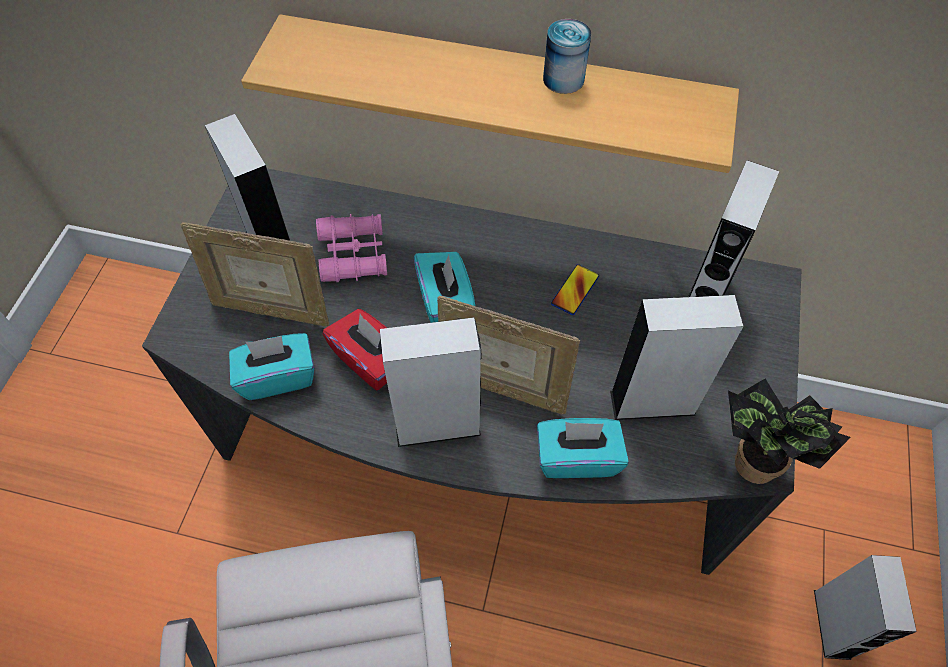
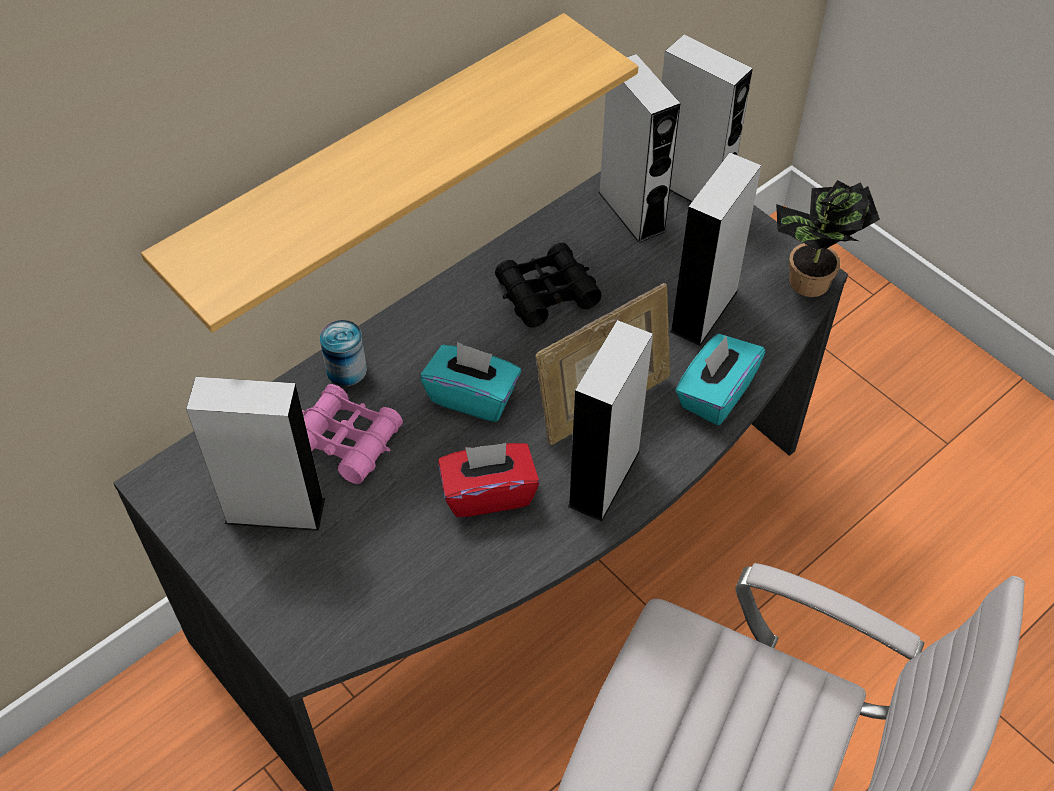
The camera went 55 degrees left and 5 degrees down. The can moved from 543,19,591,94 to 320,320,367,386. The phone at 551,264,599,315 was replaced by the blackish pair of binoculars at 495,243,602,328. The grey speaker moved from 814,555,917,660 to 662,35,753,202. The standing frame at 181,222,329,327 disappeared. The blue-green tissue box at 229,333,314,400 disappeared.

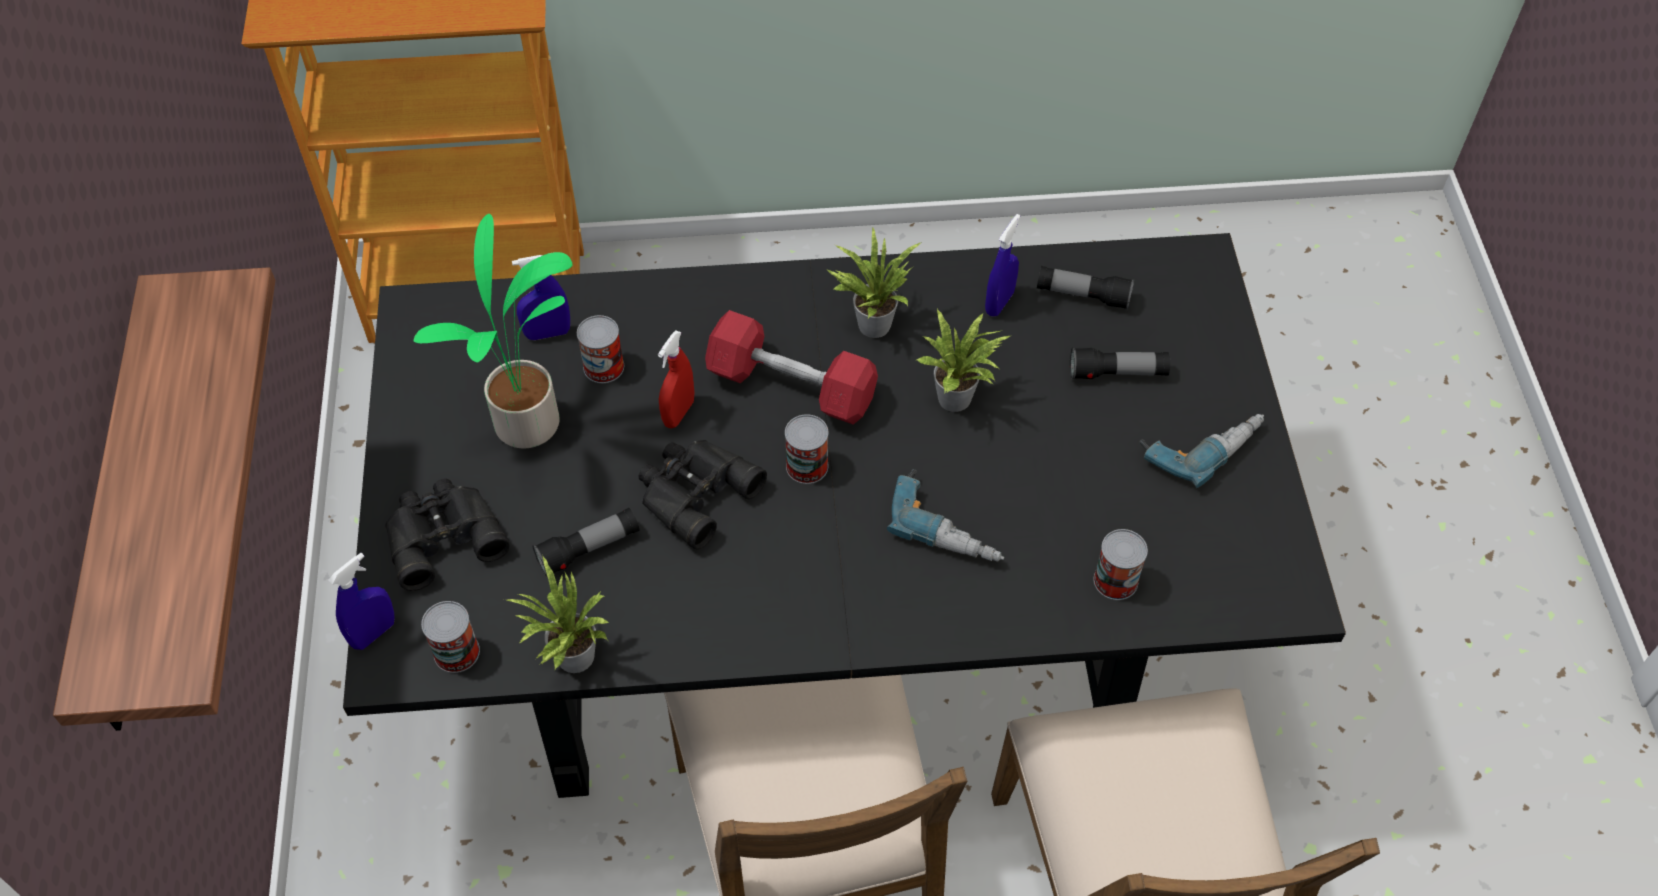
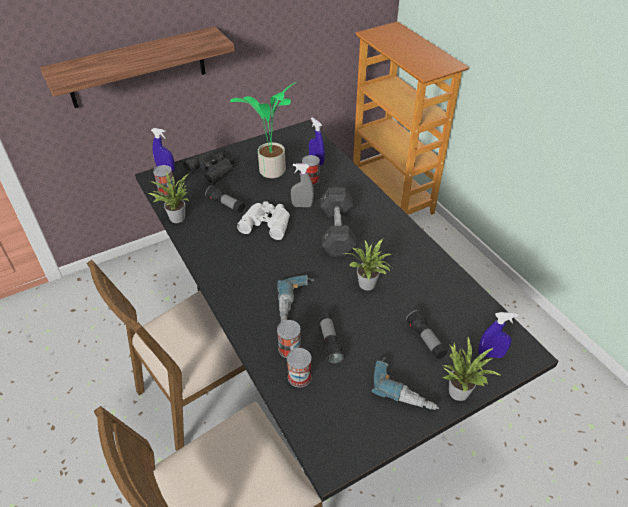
The camera went 65 degrees right and 10 degrees down. The blackish pair of binoculars at 638,440,767,550 became the white pair of binoculars at 237,201,290,240. The can moved from 785,414,829,484 to 277,320,301,358. The reddish spray bottle at 658,331,695,428 became the grey spray bottle at 291,163,314,207. The torch moved from 1037,266,1134,310 to 319,312,345,364. The reddish hand weight at 705,310,878,425 became the grey hand weight at 320,188,357,256. The potted plant moved from 826,228,922,338 to 443,337,502,401. The blue spray bottle moved from 985,214,1020,317 to 478,312,518,358.

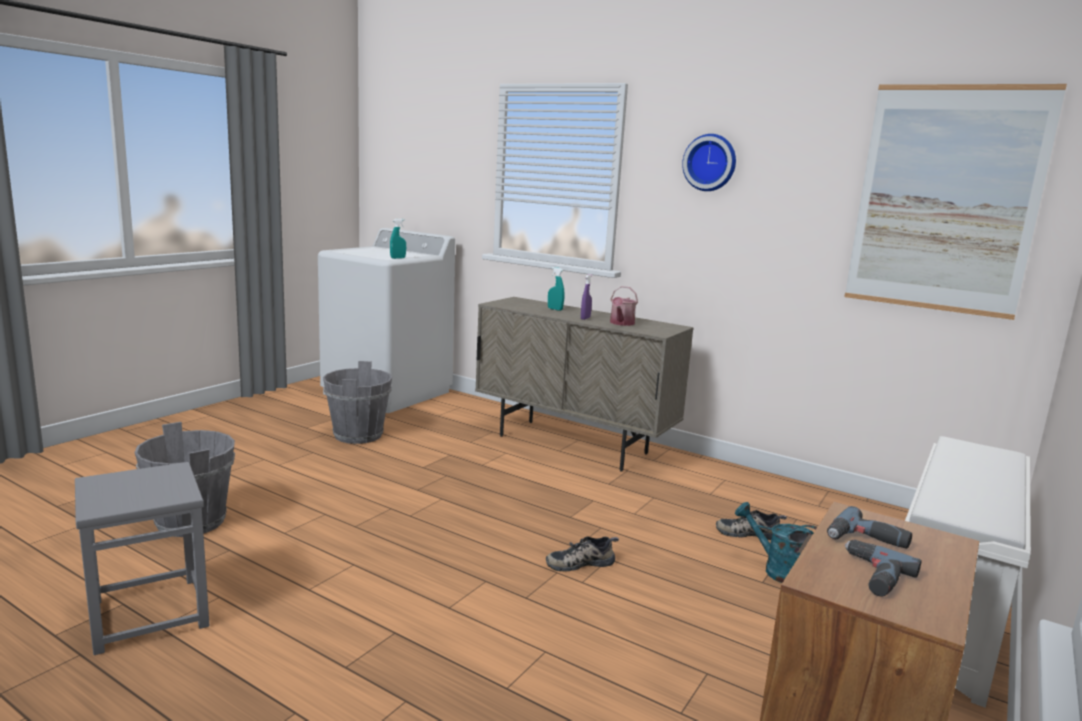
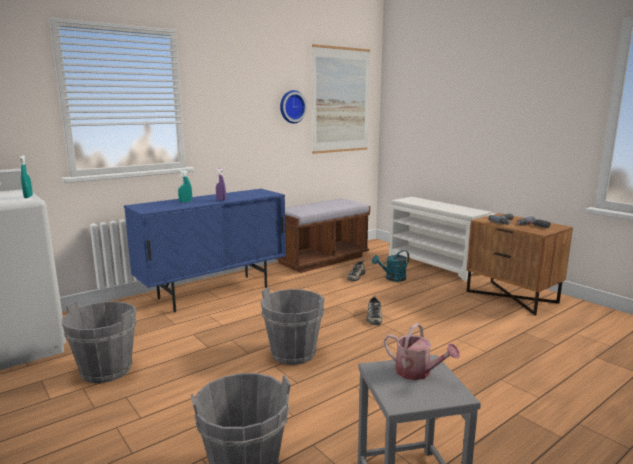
The camera went 70 degrees left and 0 degrees up. The beige cupboard at 475,297,694,472 became the blue cupboard at 124,189,286,313. The grey water bucket at 261,287,325,365 appeared. The brownish long seat at 276,199,370,273 appeared. The clock on the wall moved from 682,134,736,191 to 280,90,307,123. The sprinkling can moved from 610,286,638,326 to 384,323,460,380.

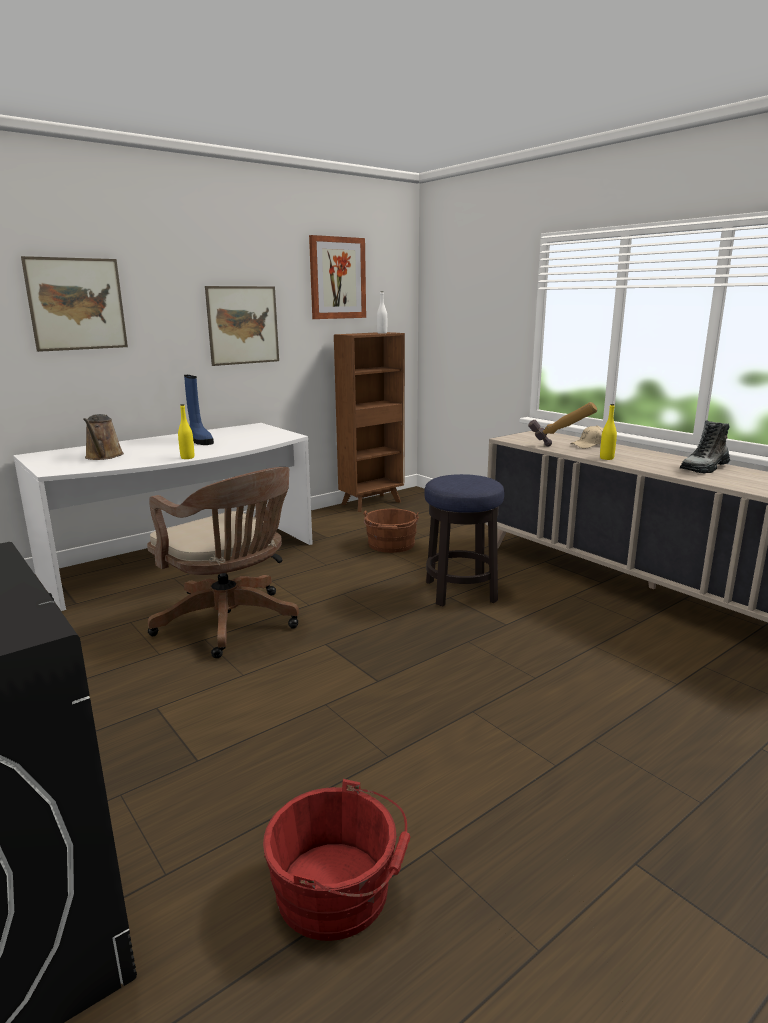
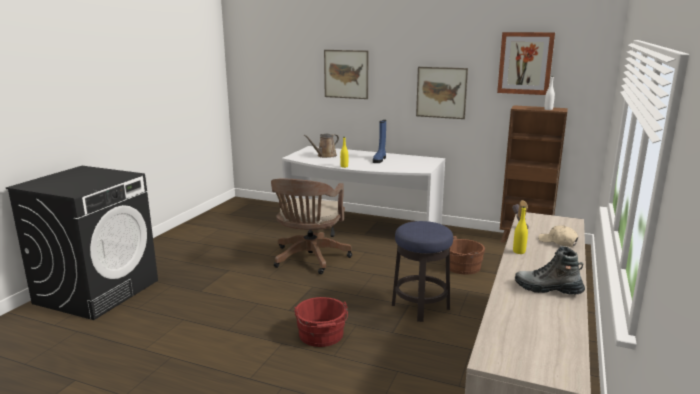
The camera went 60 degrees right and 0 degrees up. The reddish water bucket moved from 263,779,410,941 to 294,297,348,347.

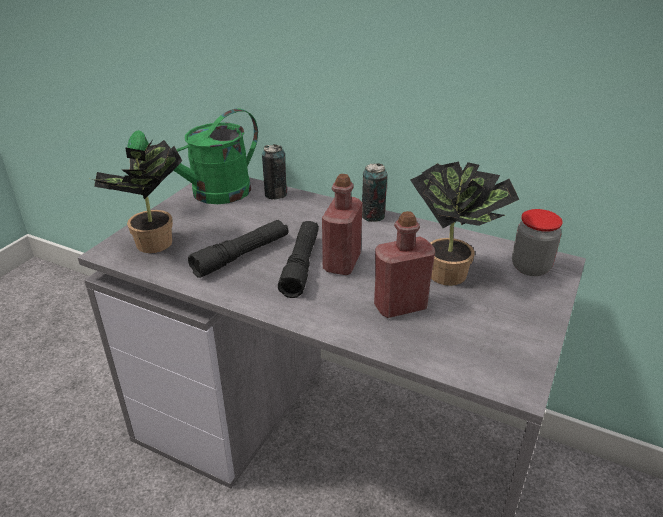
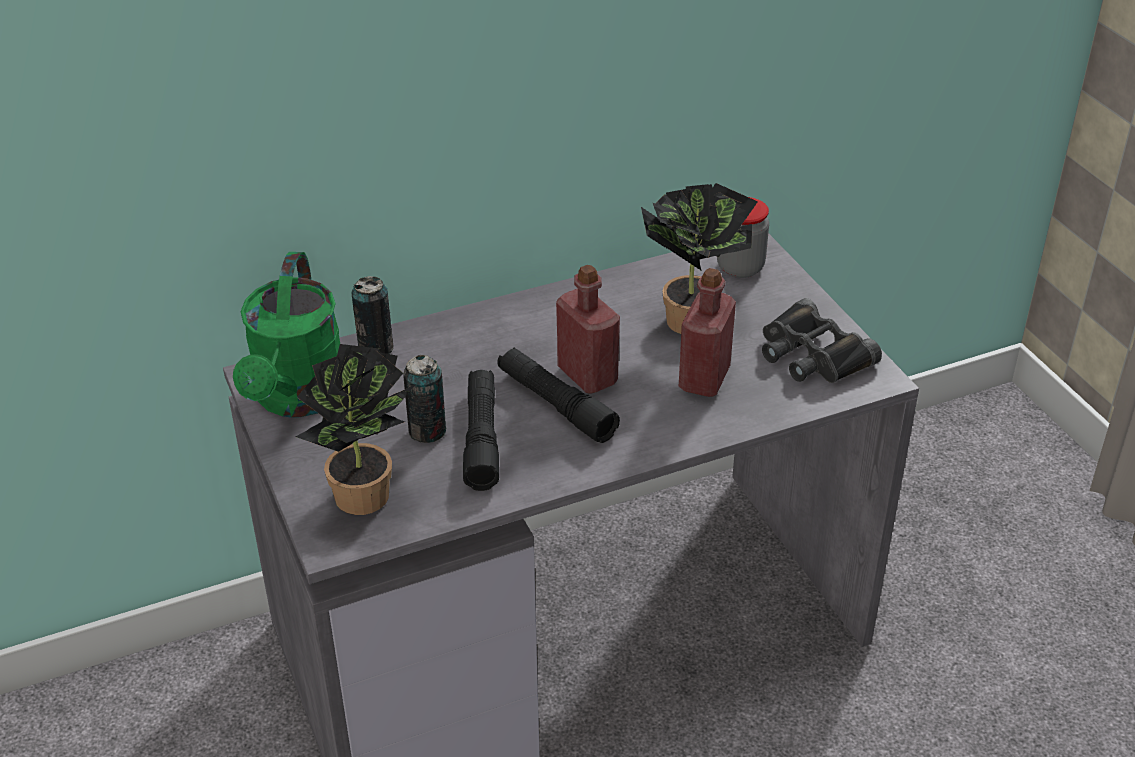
The camera went 50 degrees left and 5 degrees up. The can moved from 362,163,387,222 to 403,355,446,443. The blackish pair of binoculars at 762,298,882,383 appeared.

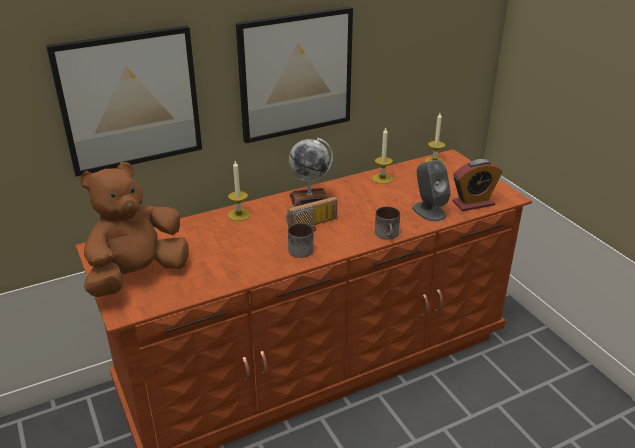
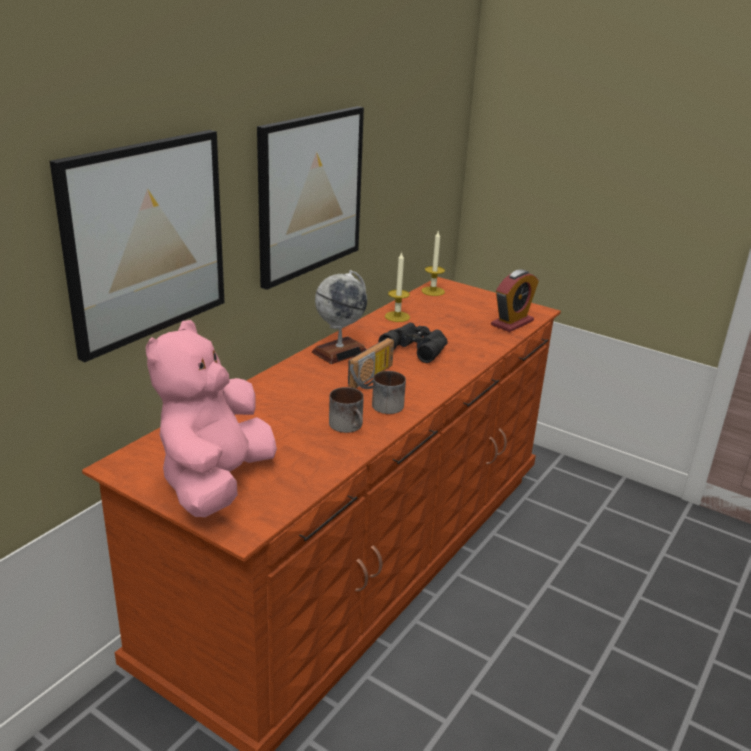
The camera went 30 degrees left and 5 degrees down. The brownish soft toy at 80,162,189,297 became the pink soft toy at 146,320,277,517. The mug moved from 375,206,400,240 to 329,387,364,433. The blackish pair of binoculars at 378,323,447,363 appeared. The wax light at 228,161,251,221 disappeared. The grey speaker at 412,160,451,222 disappeared.

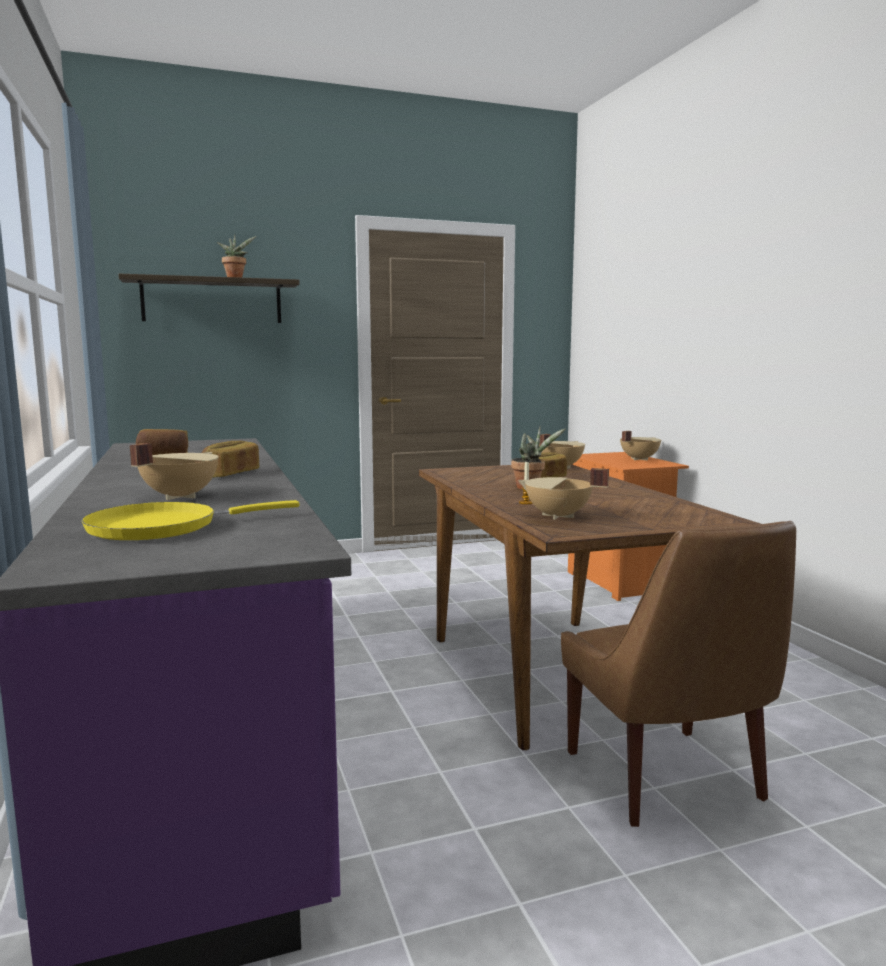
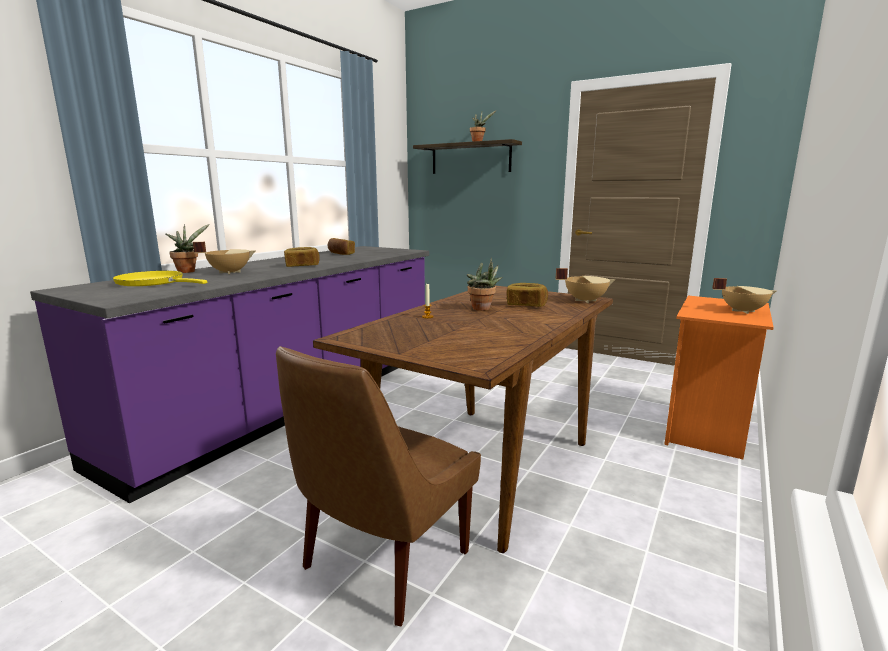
The camera went 50 degrees right and 5 degrees up. The potted plant at 165,224,210,273 appeared. The beige cooking pot at 518,468,609,520 disappeared.

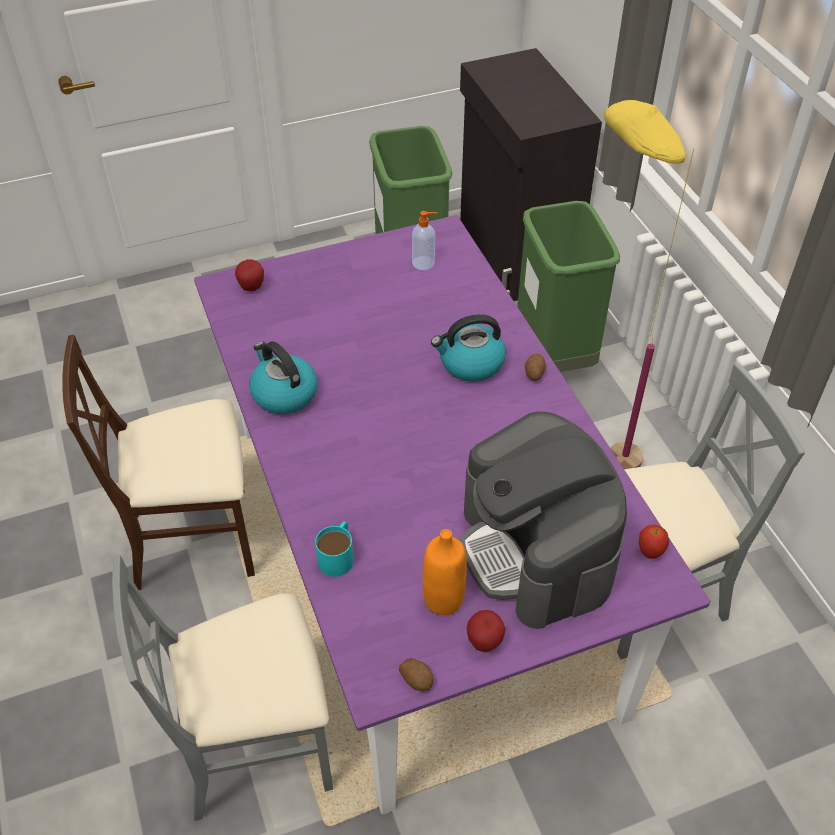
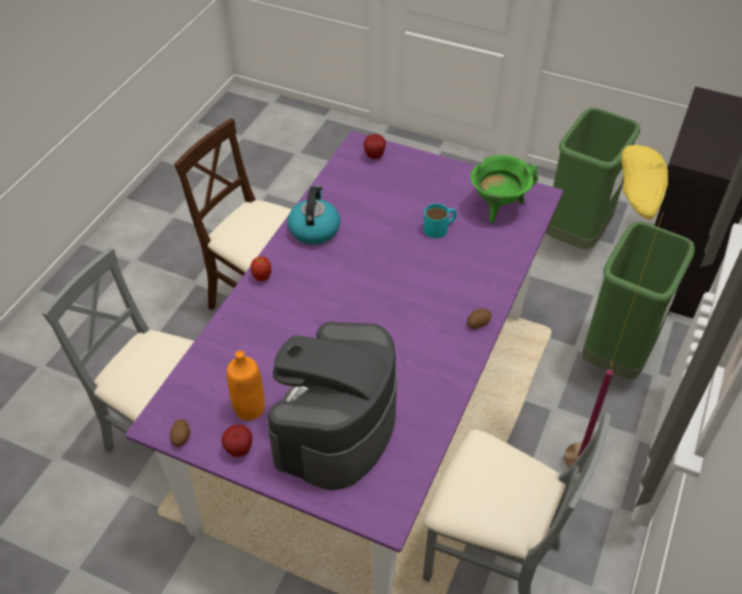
The camera went 45 degrees right and 0 degrees up. The whole apple moved from 639,525,669,559 to 250,256,271,281. The blue-green mug moved from 315,521,354,577 to 424,204,457,238. The liquid soap bottle at 412,211,438,270 was replaced by the greenish cooking pot at 471,155,538,223. The kettle at 431,314,506,382 disappeared.

